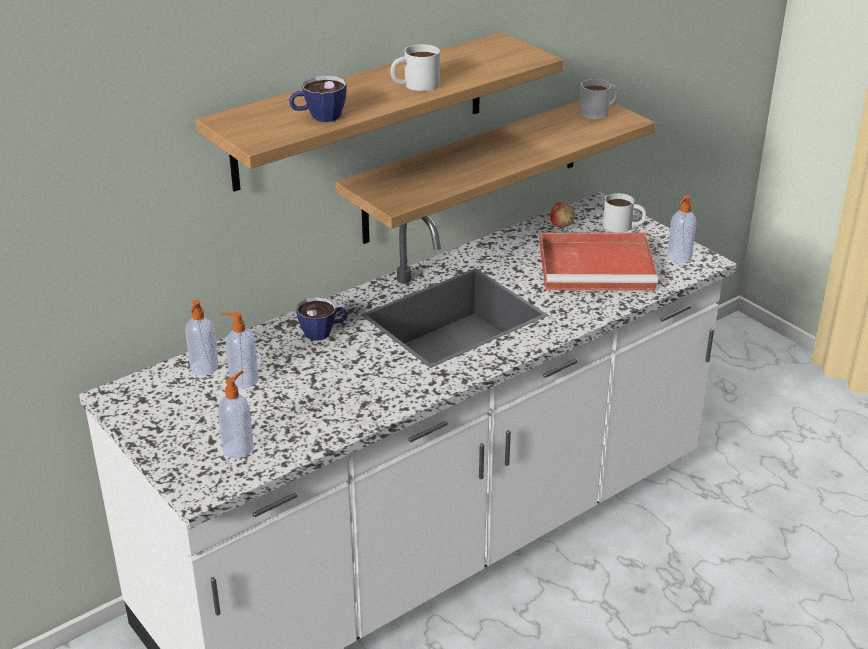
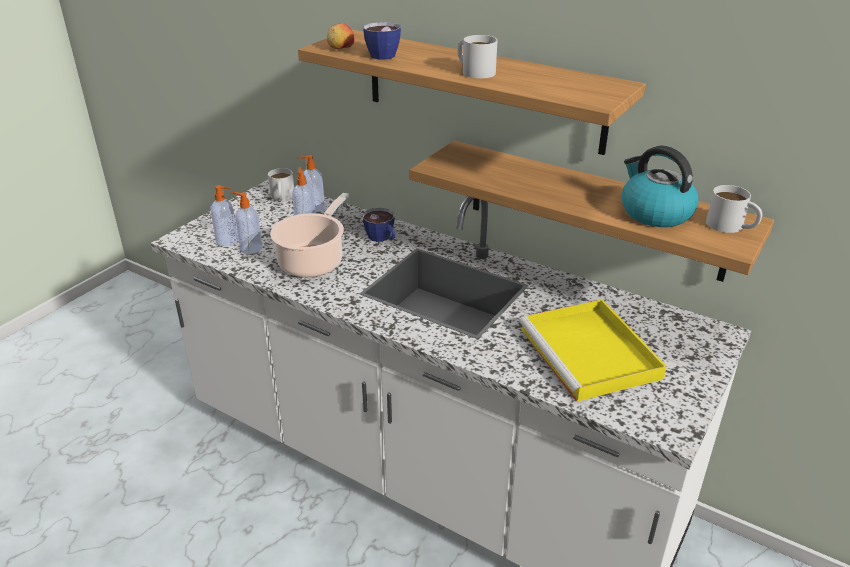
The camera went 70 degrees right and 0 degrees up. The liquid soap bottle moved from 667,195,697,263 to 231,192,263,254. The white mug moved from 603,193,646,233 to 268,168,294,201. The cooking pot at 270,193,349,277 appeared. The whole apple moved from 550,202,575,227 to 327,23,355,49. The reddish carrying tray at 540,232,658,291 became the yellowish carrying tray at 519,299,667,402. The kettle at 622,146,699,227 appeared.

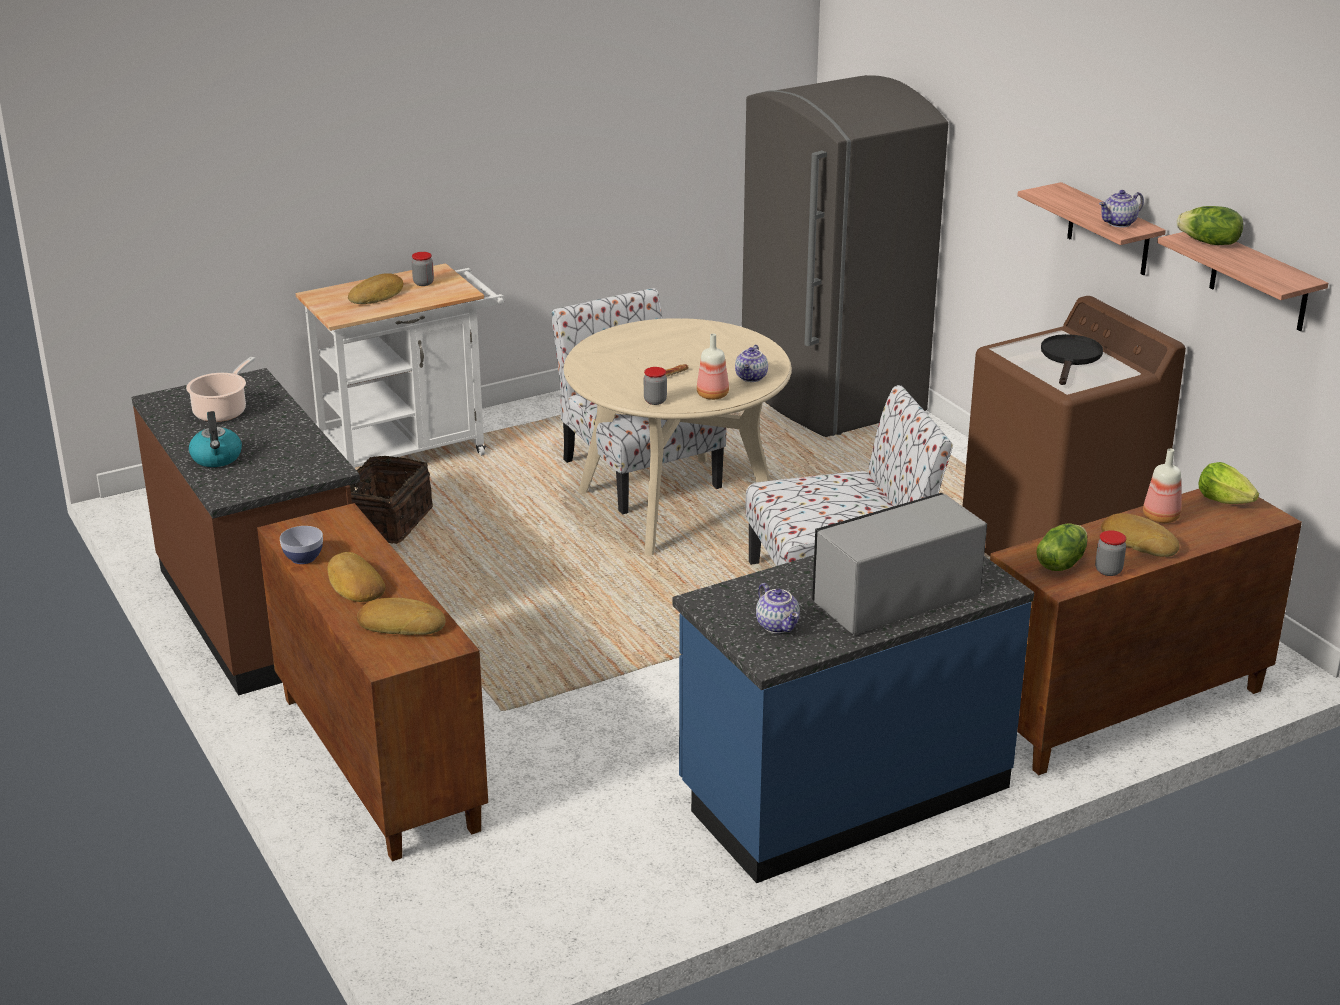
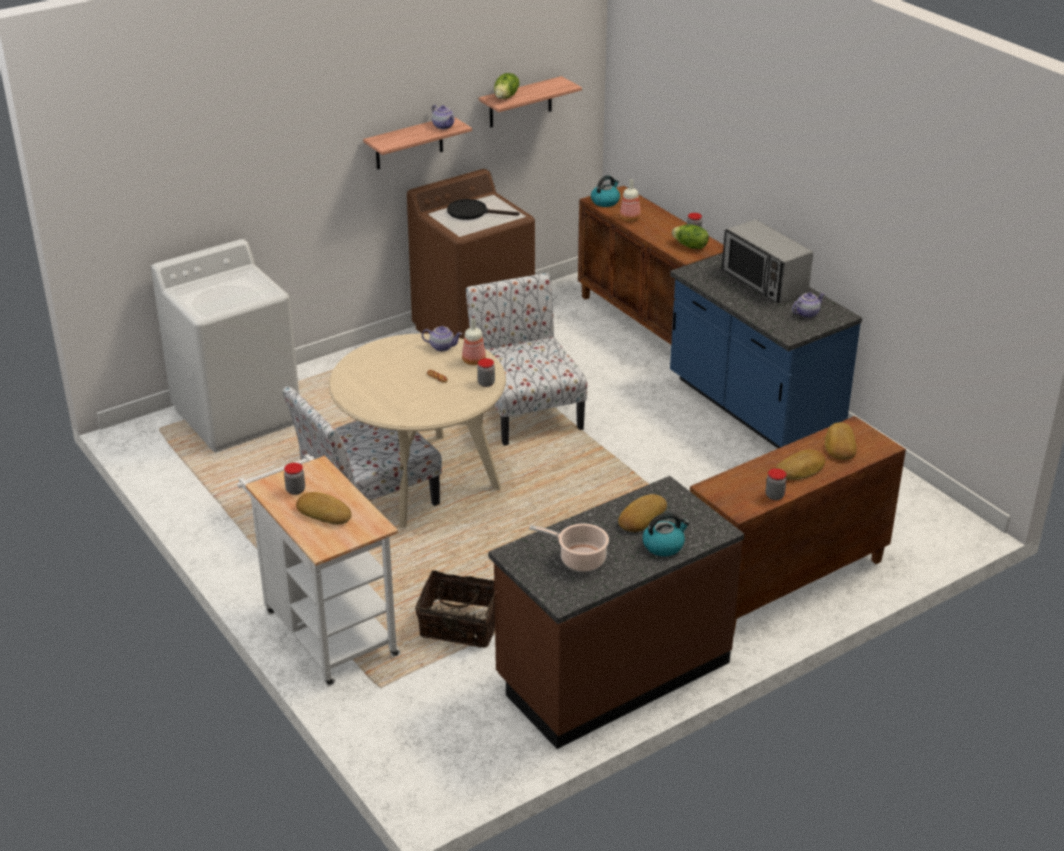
The camera went 95 degrees left and 5 degrees up. The grey refrigerator at 742,75,948,437 was replaced by the white laundry appliance at 151,239,299,452. The lettuce at 1199,462,1259,504 was replaced by the kettle at 591,175,620,207. The bread moved from 1101,513,1180,557 to 618,494,667,532. The serving bowl at 280,526,323,564 was replaced by the jar at 766,468,787,500.

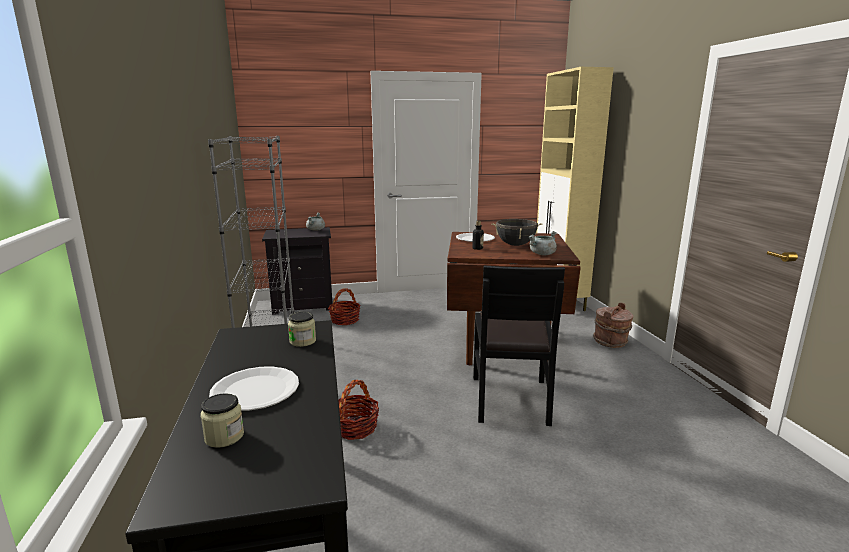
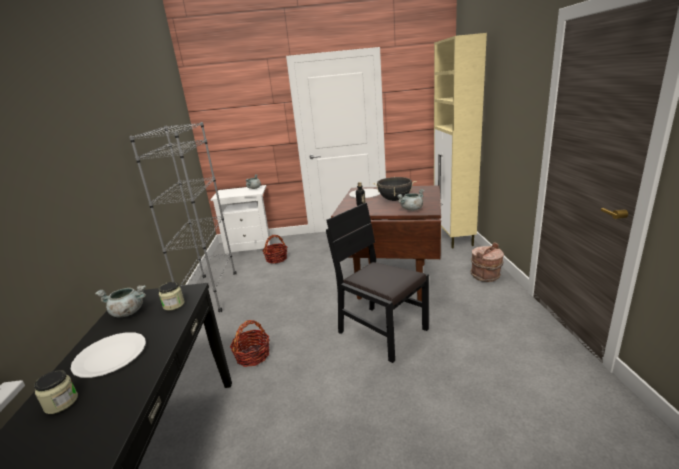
The camera went 10 degrees right and 5 degrees up. The grey cooking pot at 95,285,146,317 appeared. The blackish night table at 262,227,333,315 became the white night table at 210,185,270,255. The blackish upright chair at 473,265,565,426 turned 120 degrees clockwise.

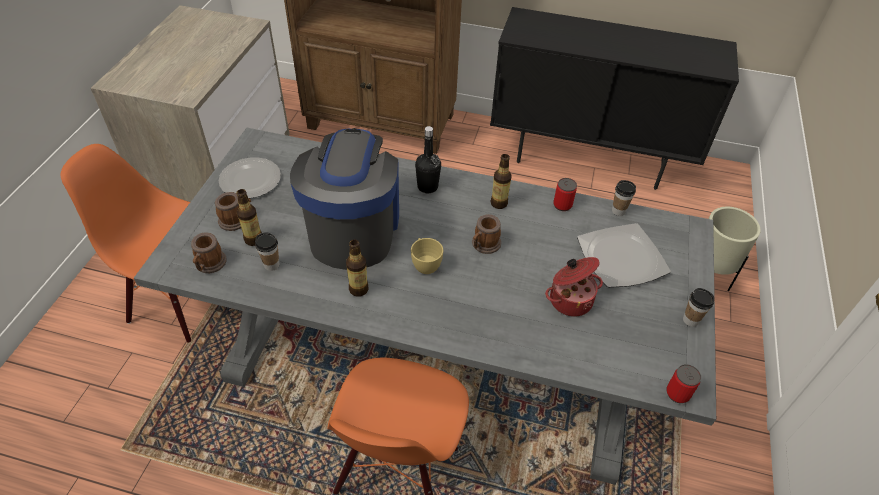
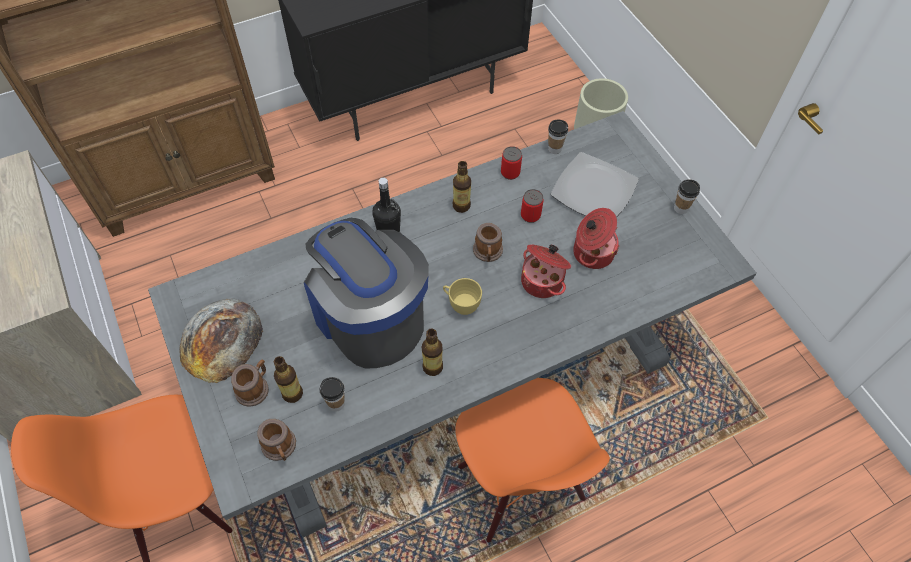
The camera went 40 degrees left and 10 degrees up. The flat dish at 218,157,281,198 was replaced by the bread at 179,299,263,383. The can moved from 666,364,701,403 to 521,189,544,223. The cooking pot at 521,244,571,298 appeared.

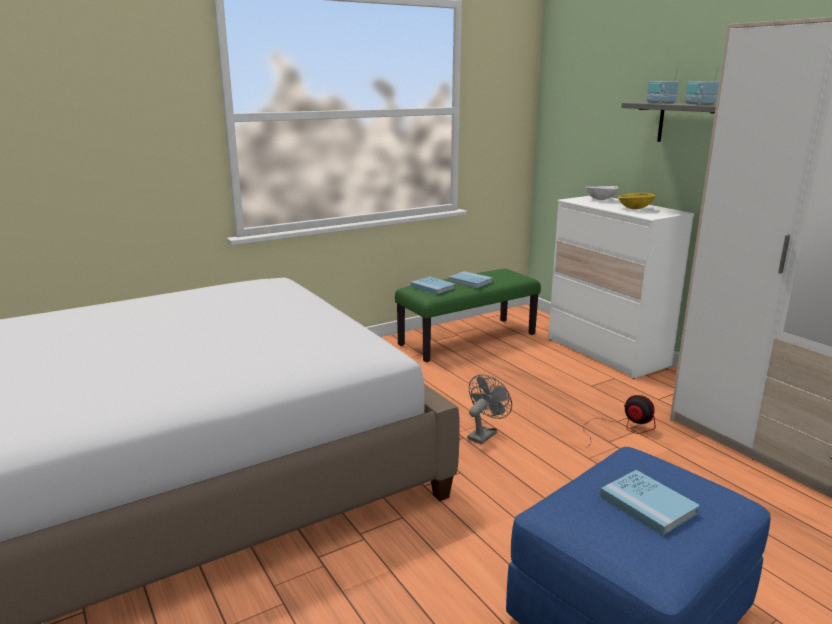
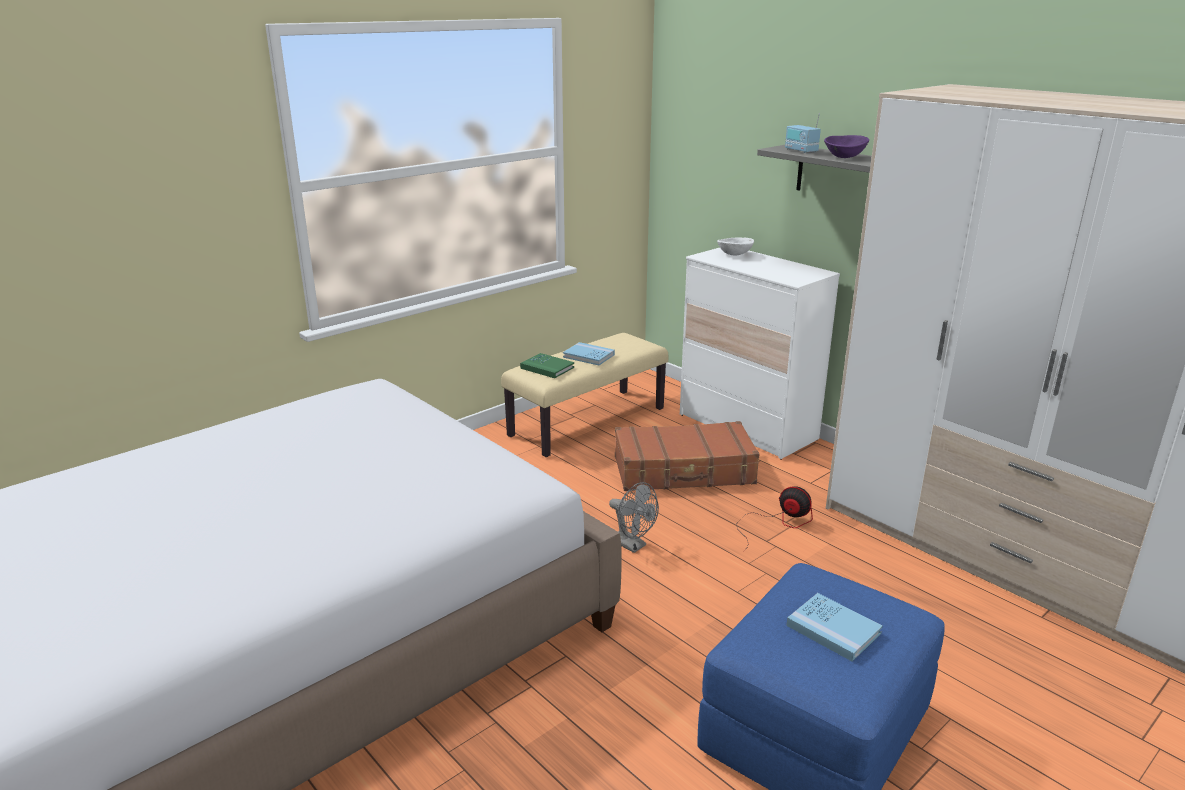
The camera went 10 degrees left and 5 degrees up. The greenish long seat at 395,269,541,362 became the beige long seat at 501,333,669,457. The blue bound book at 411,277,456,295 became the greenish bound book at 520,353,574,378. The grey electric fan at 467,375,512,444 turned 105 degrees clockwise. The brownish travel case at 615,421,760,491 appeared. The radio receiver at 685,67,719,105 was replaced by the purplish serving bowl at 824,135,869,158. The yellowish serving bowl at 618,193,656,209 disappeared.

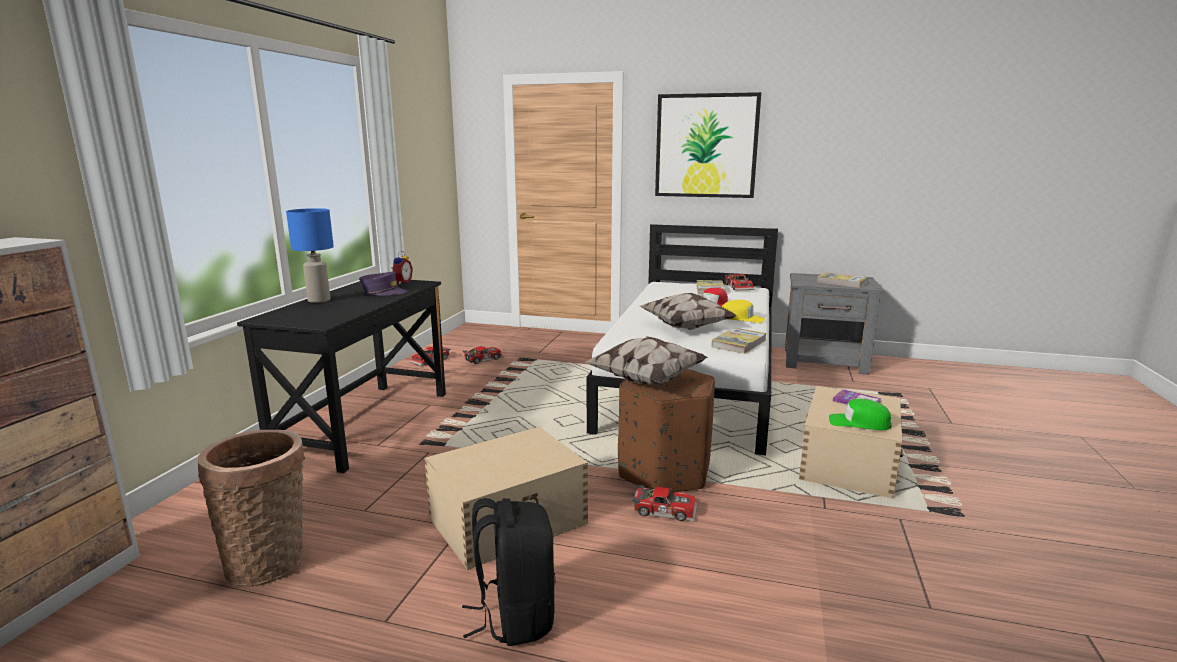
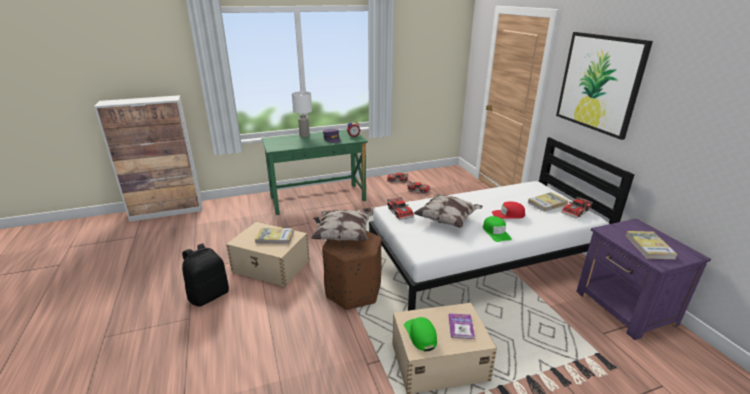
The camera went 55 degrees right and 10 degrees up. The bound book moved from 711,328,767,354 to 255,228,294,244. The blackish desk unit at 237,280,446,473 became the greenish desk unit at 262,129,368,215. The blue table lamp at 286,208,334,303 became the white table lamp at 292,91,312,137. The toy car moved from 632,484,697,521 to 387,197,414,220. The yellowish peaked cap at 722,300,765,323 became the greenish peaked cap at 483,216,512,242. The grey night table at 785,273,883,375 became the purplish night table at 576,219,711,340. The household basket at 198,430,306,587 disappeared.

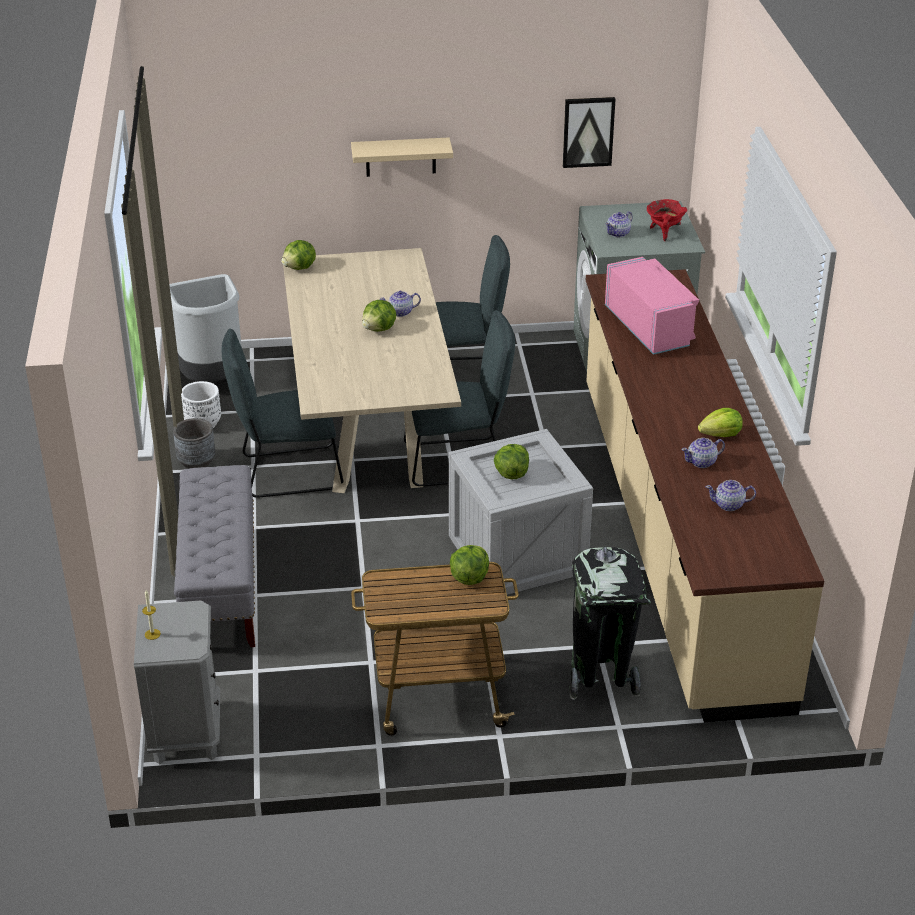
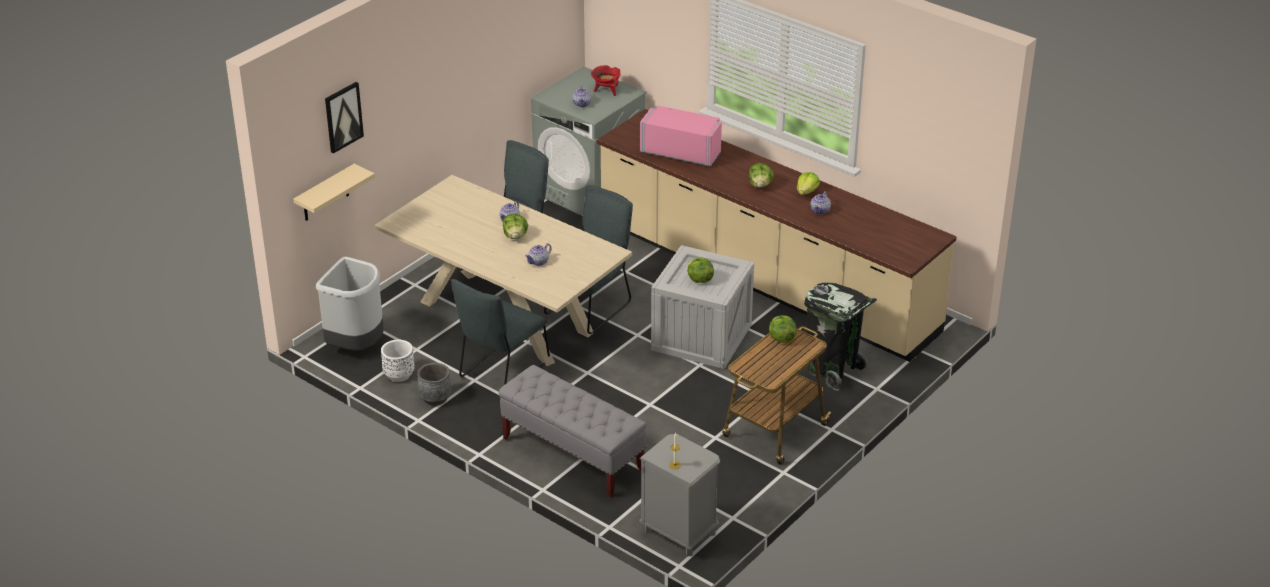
The camera went 45 degrees left and 0 degrees up. The beige bracket shelf moved from 351,137,453,177 to 293,164,375,221. The picture moved from 563,97,616,168 to 325,82,364,154. The teapot moved from 706,480,756,511 to 525,243,552,266. The lettuce moved from 281,240,316,270 to 749,163,774,188.

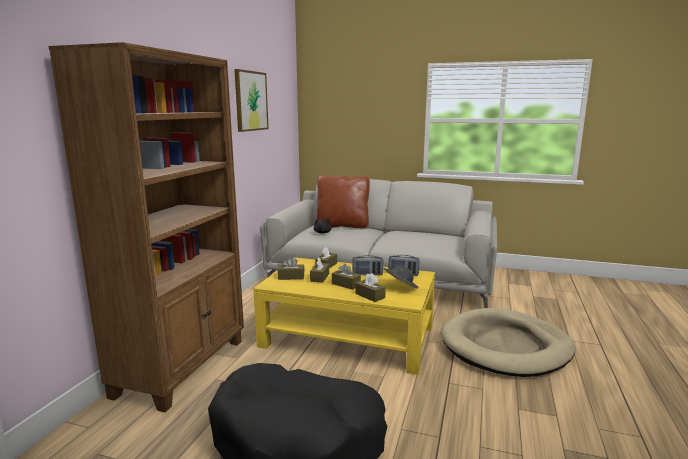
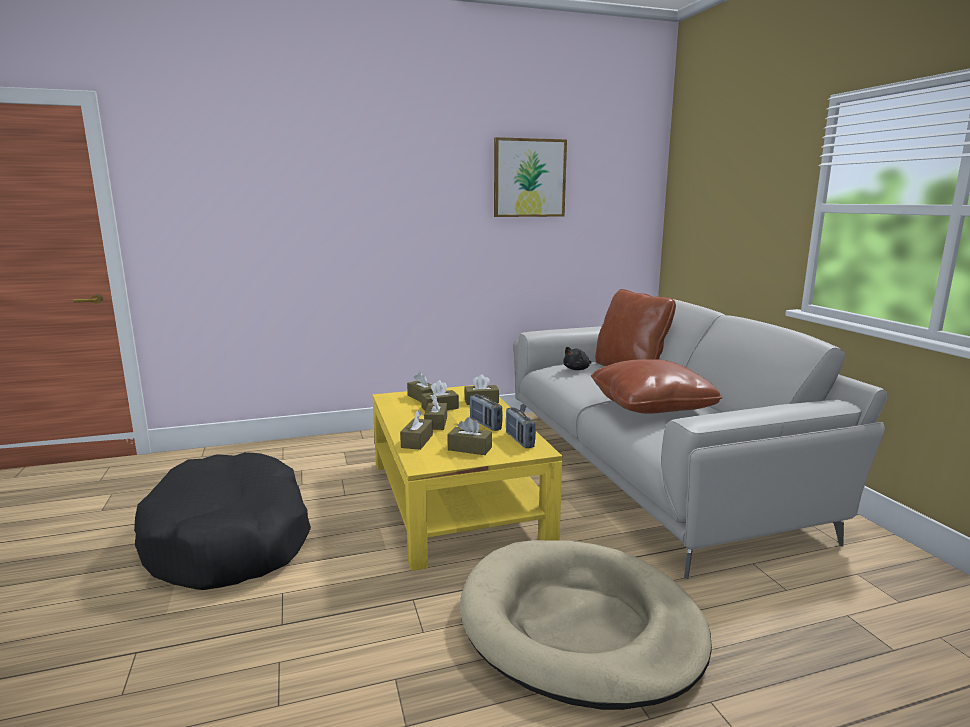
The camera went 55 degrees right and 0 degrees up. The grey clothing hat at 384,266,418,288 was replaced by the brownish tissue box at 447,417,492,455. The brownish throw pillow at 591,359,722,414 appeared. The brownish shelving unit at 48,42,244,412 disappeared.

